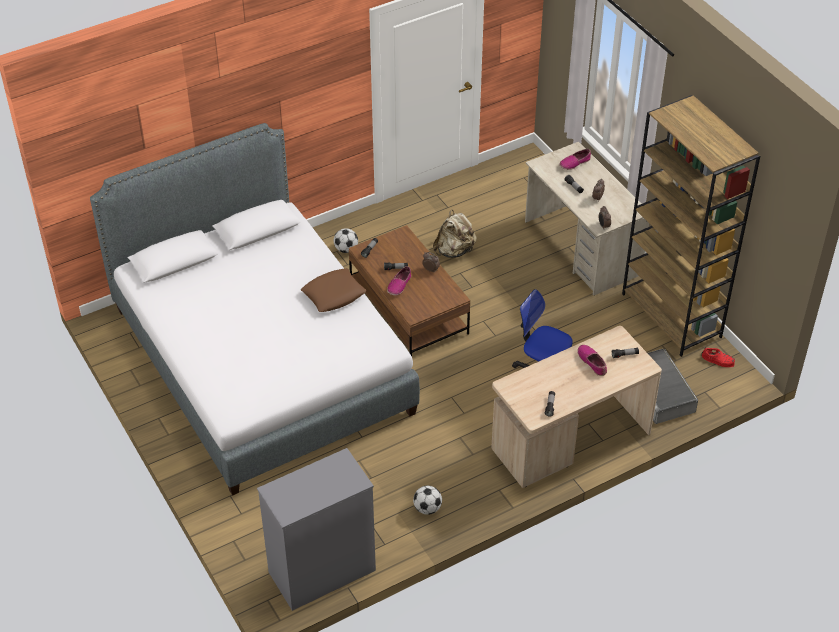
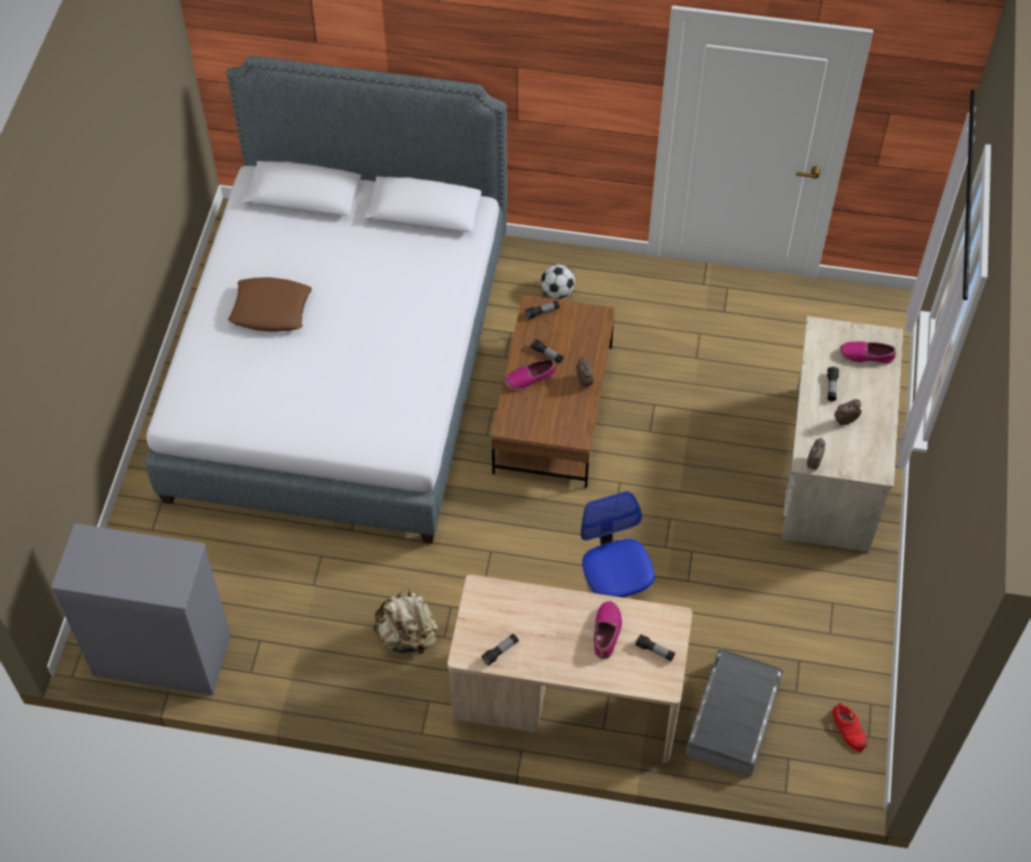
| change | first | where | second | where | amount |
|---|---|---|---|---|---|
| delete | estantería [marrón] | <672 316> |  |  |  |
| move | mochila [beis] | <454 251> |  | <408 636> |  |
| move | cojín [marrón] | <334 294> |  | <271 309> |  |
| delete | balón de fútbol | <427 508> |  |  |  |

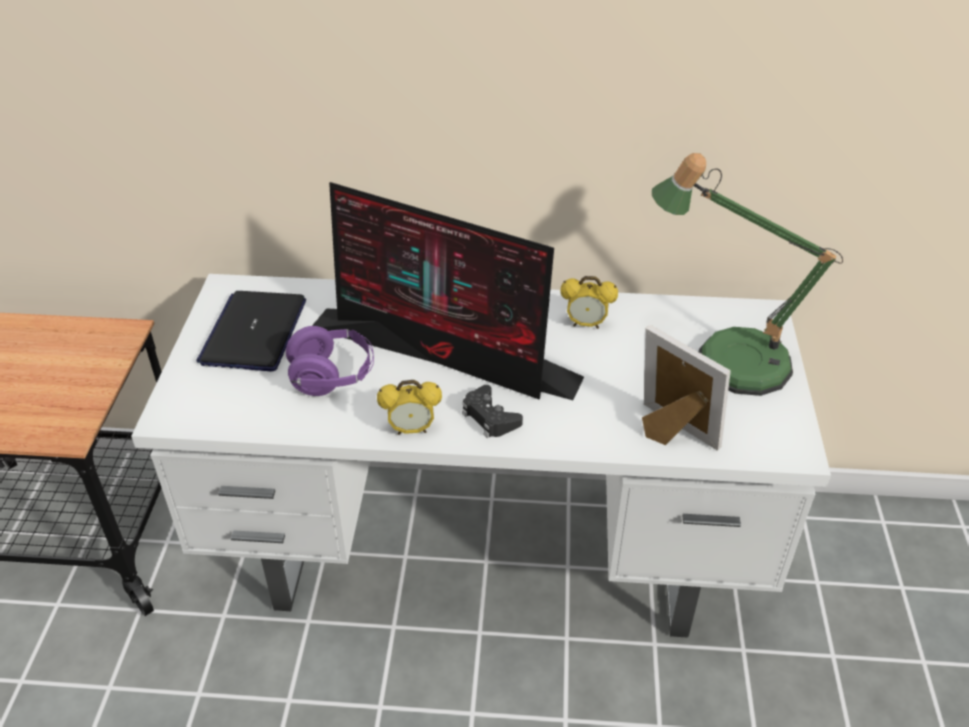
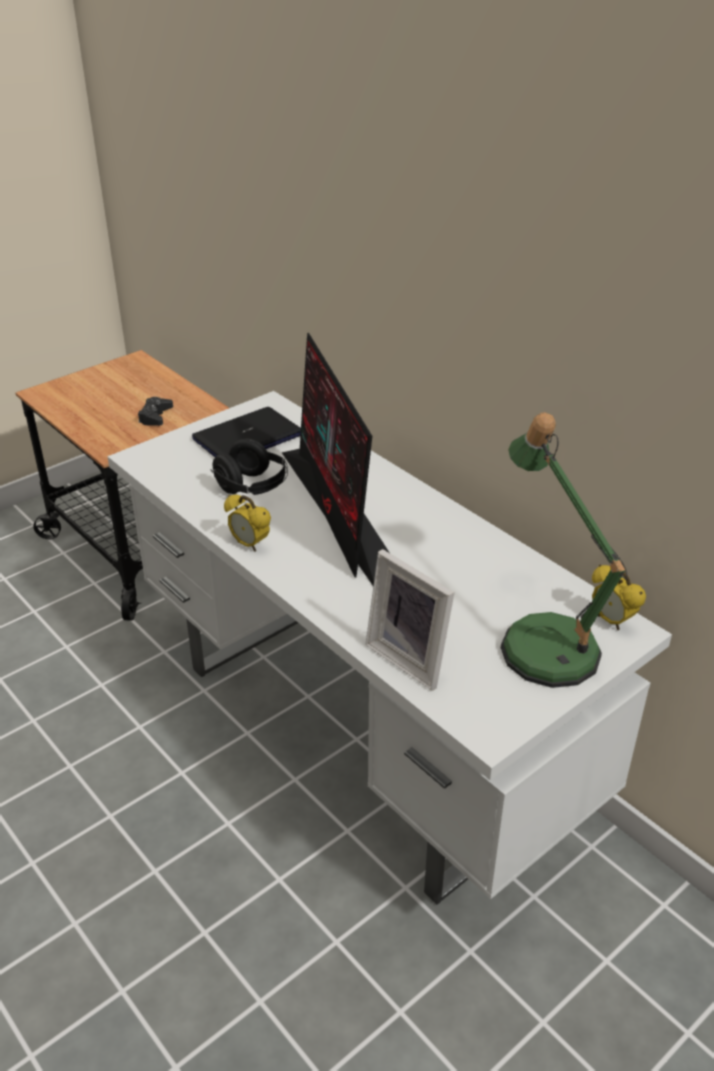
| change | first | where | second | where | amount |
|---|---|---|---|---|---|
| move | despertador | <586 324> |  | <611 621> |  |
| rotate | portarretratos | <671 434> |  | <411 657> | 135 degrees clockwise |
| recolor | auriculares [morado] | <333 377> | auriculares [negro] | <252 487> |  |
| move | mando de consola [negro] | <490 417> |  | <155 416> |  |

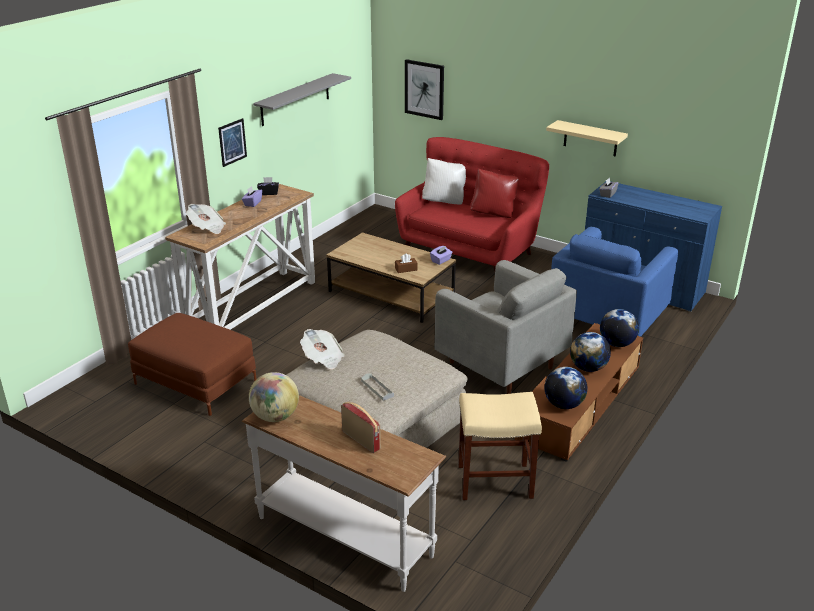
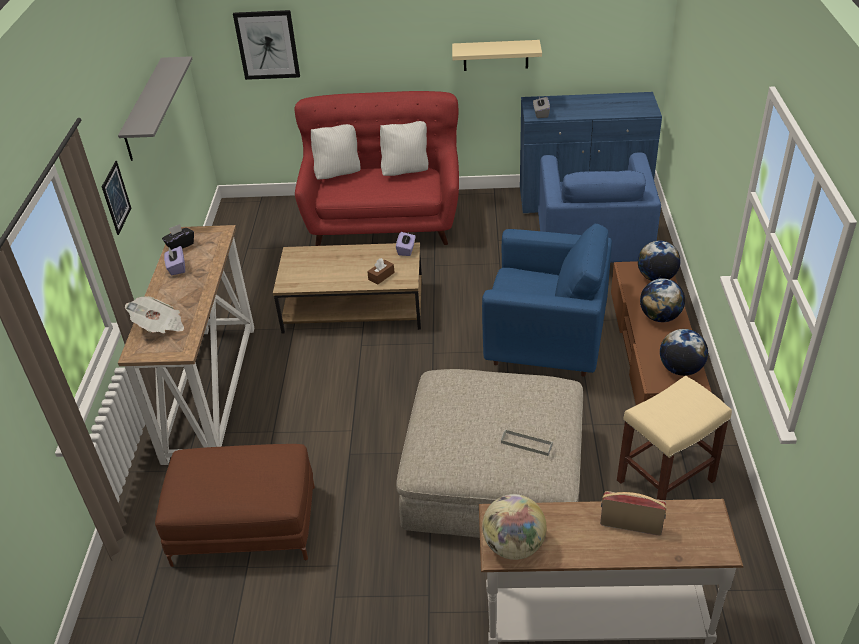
| change | first | where | second | where | amount |
|---|---|---|---|---|---|
| recolor | cojín [rojo] | <494 214> | cojín [blanco] | <405 171> |  |
| recolor | sillón [gris] | <501 366> | sillón [azul] | <546 345> |  |
| delete | periódico | <323 358> |  |  |  |

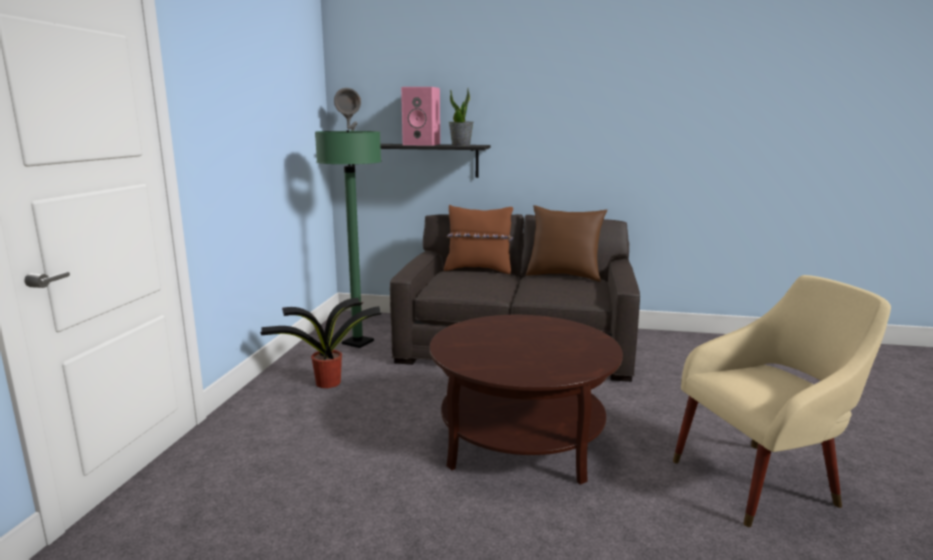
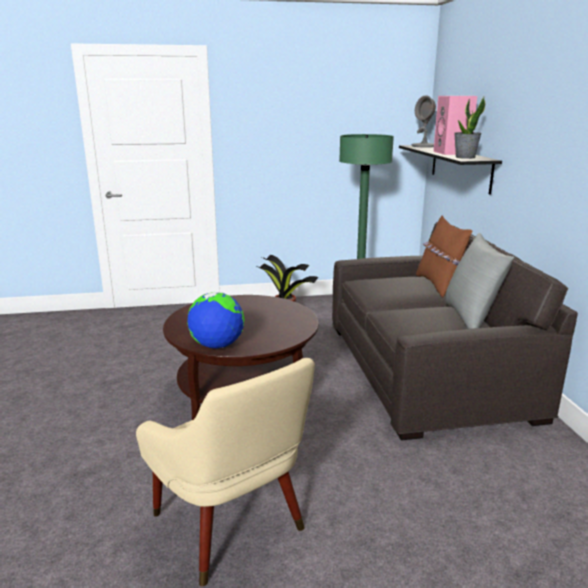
| change | first | where | second | where | amount |
|---|---|---|---|---|---|
| recolor | cojín [marrón] | <564 275> | cojín [gris] | <471 318> |  |
| insert |  |  | globo terráqueo | <217 345> |  |

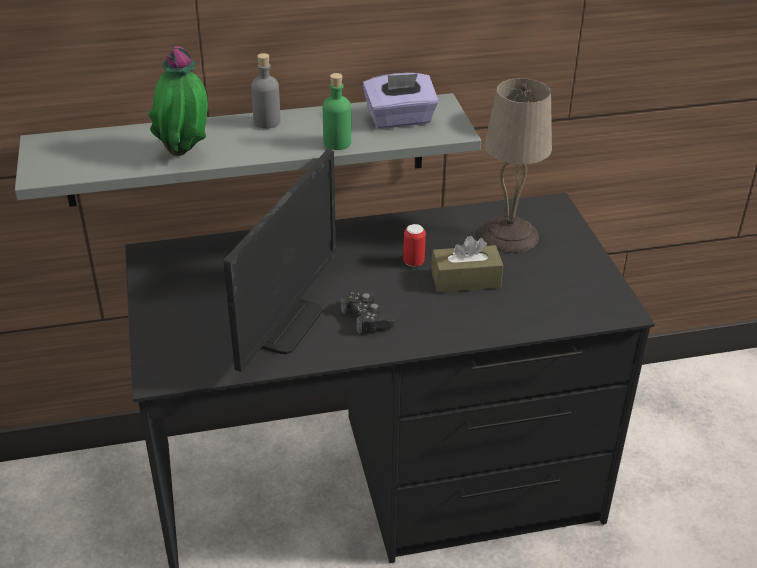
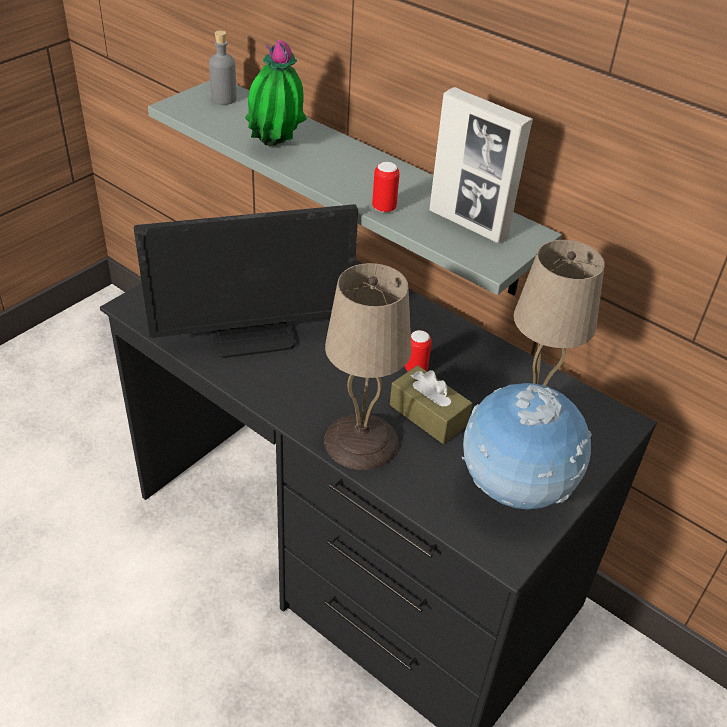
| change | first | where | second | where | amount |
|---|---|---|---|---|---|
| move | botella [gris] | <267 122> |  | <224 99> |  |
| replace | botella [verde] | <337 143> | lata | <384 208> |  |
| replace | caja de pañuelos [morado] | <400 120> | portarretratos | <468 224> |  |
| delete | mando de consola [negro] | <366 317> |  |  |  |
| insert |  |  | lámpara de mesa [beis] | <361 440> |  |
| insert |  |  | globo terráqueo | <514 490> |  |

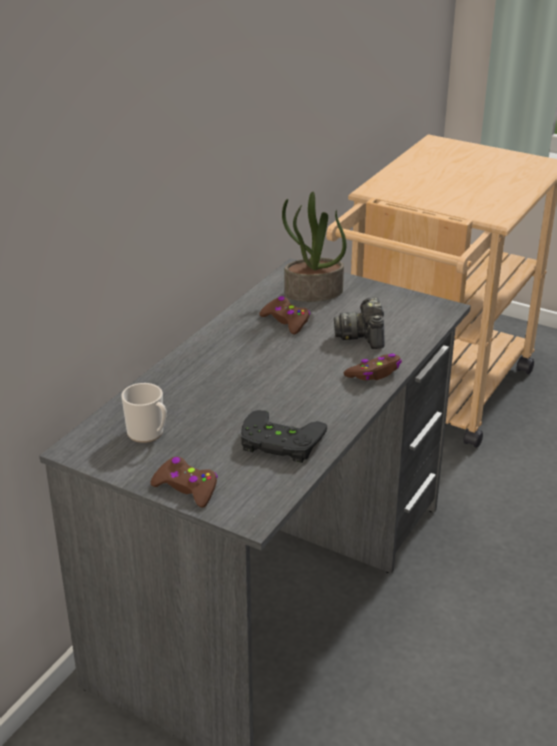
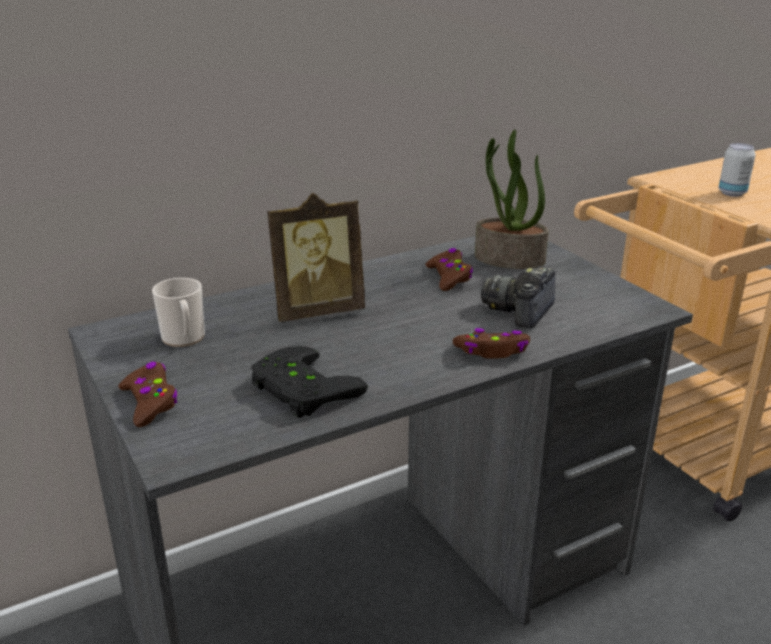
| change | first | where | second | where | amount |
|---|---|---|---|---|---|
| insert |  |  | lata | <732 193> |  |
| insert |  |  | portarretratos | <317 310> |  |

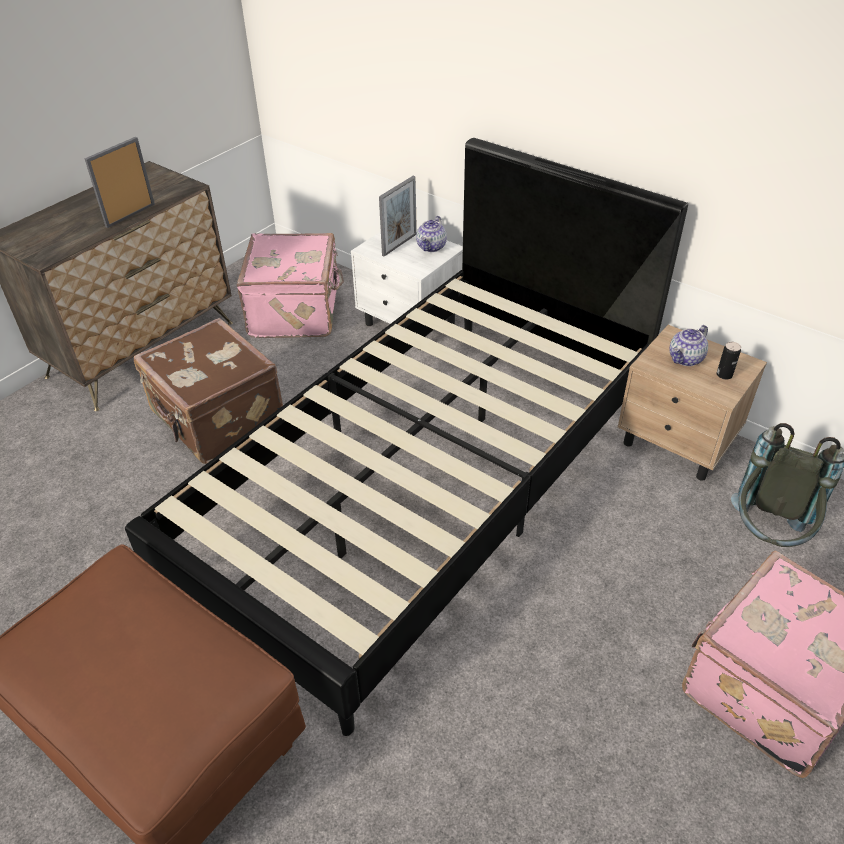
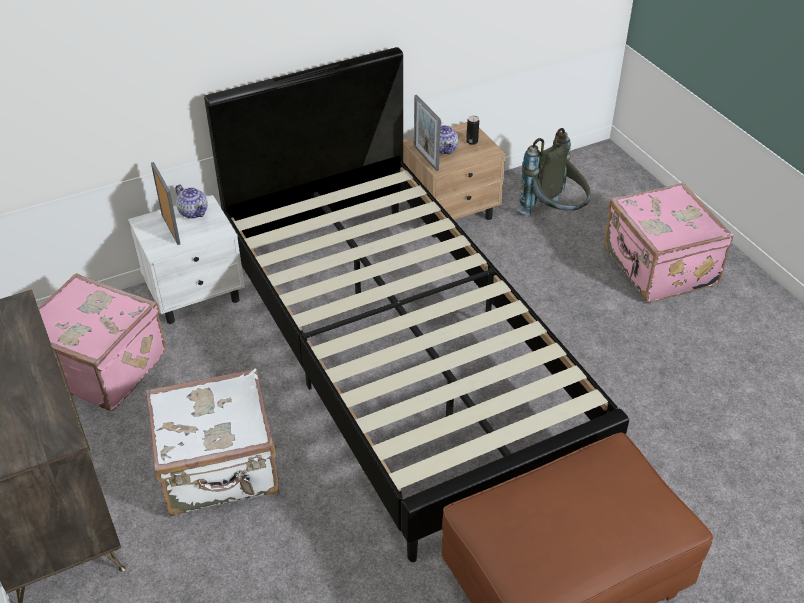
| change | first | where | second | where | amount |
|---|---|---|---|---|---|
| move | portarretratos | <130 215> |  | <426 158> |  |
| recolor | maleta [marrón] | <216 419> | maleta [blanco] | <220 469> |  |

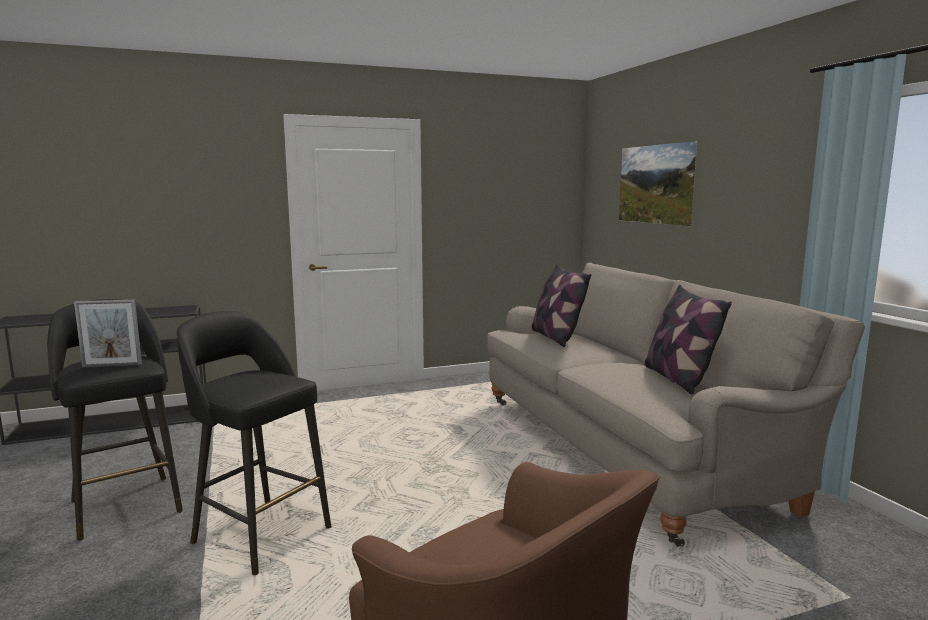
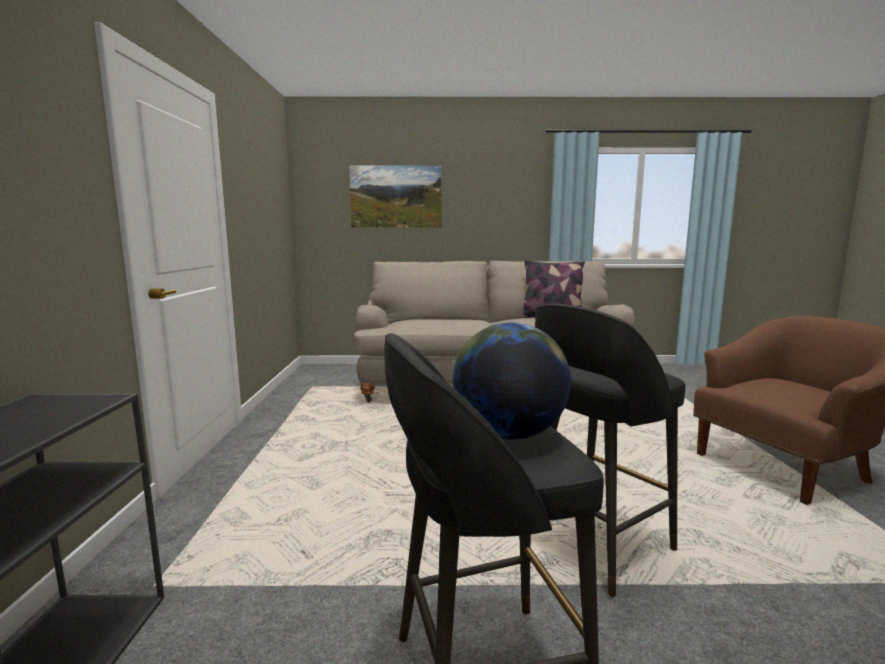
| change | first | where | second | where | amount |
|---|---|---|---|---|---|
| delete | cojín | <556 337> |  |  |  |
| replace | portarretratos | <112 365> | globo terráqueo | <508 434> |  |

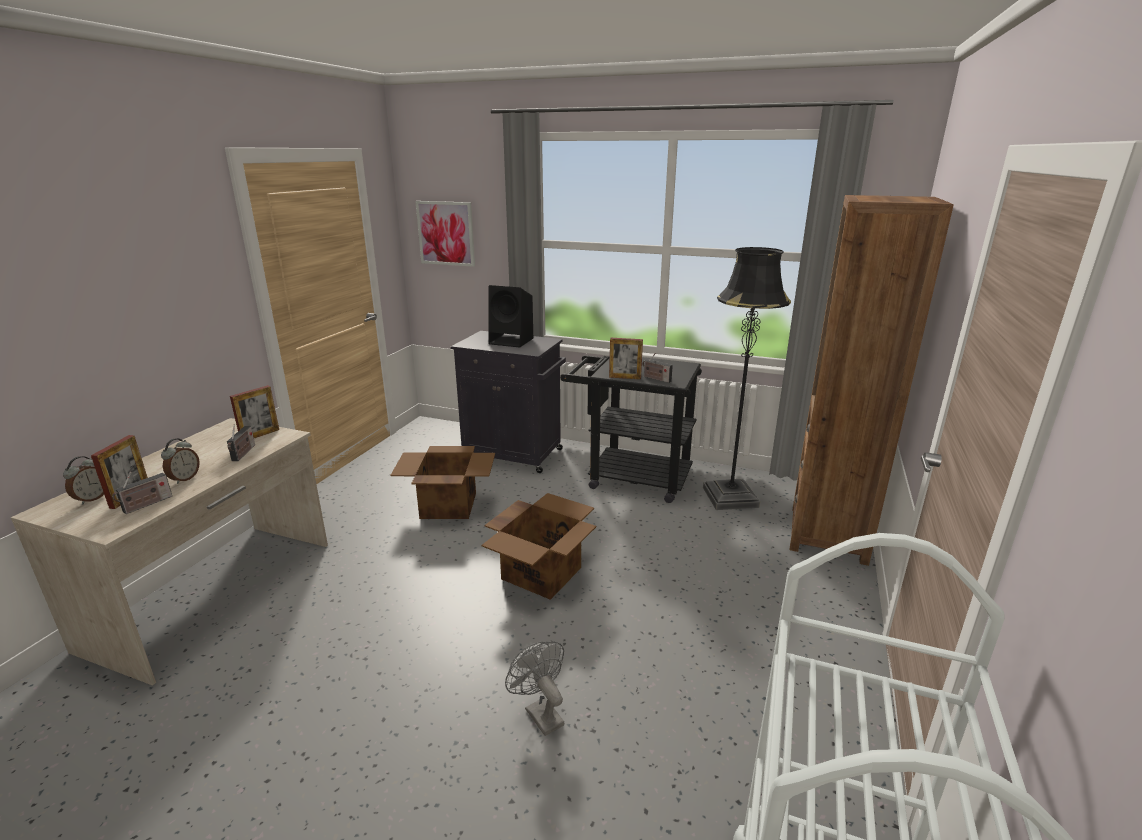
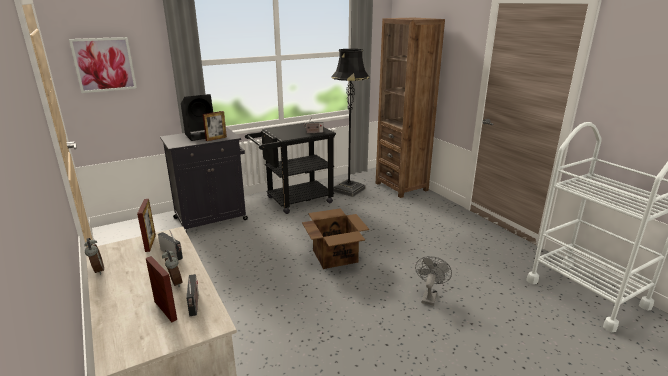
| change | first | where | second | where | amount |
|---|---|---|---|---|---|
| move | portarretratos | <625 377> |  | <216 139> |  |
| delete | caja de cartón | <447 505> |  |  |  |
| move | despertador | <92 498> |  | <97 270> |  |
| rotate | ventilador [gris] | <540 713> |  | <429 296> | 105 degrees clockwise |

